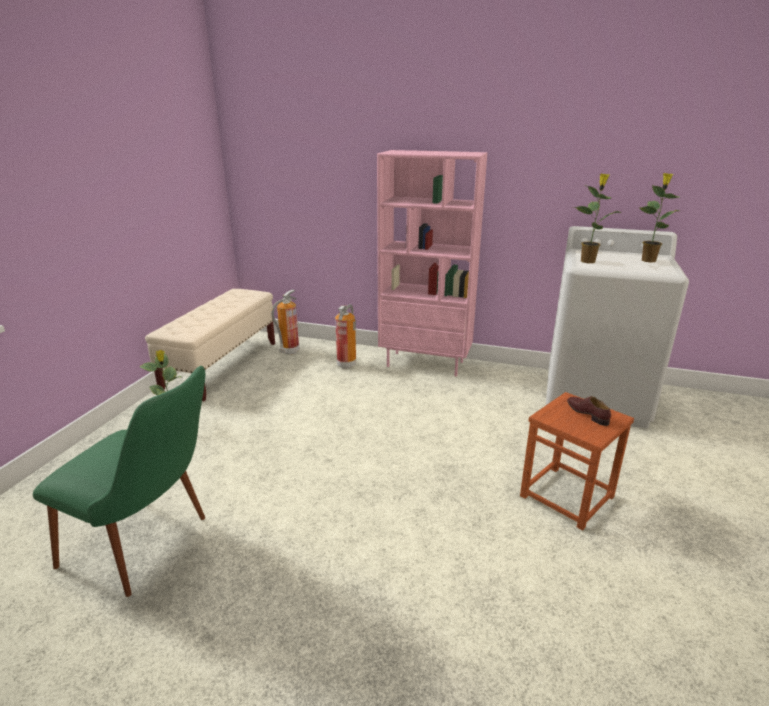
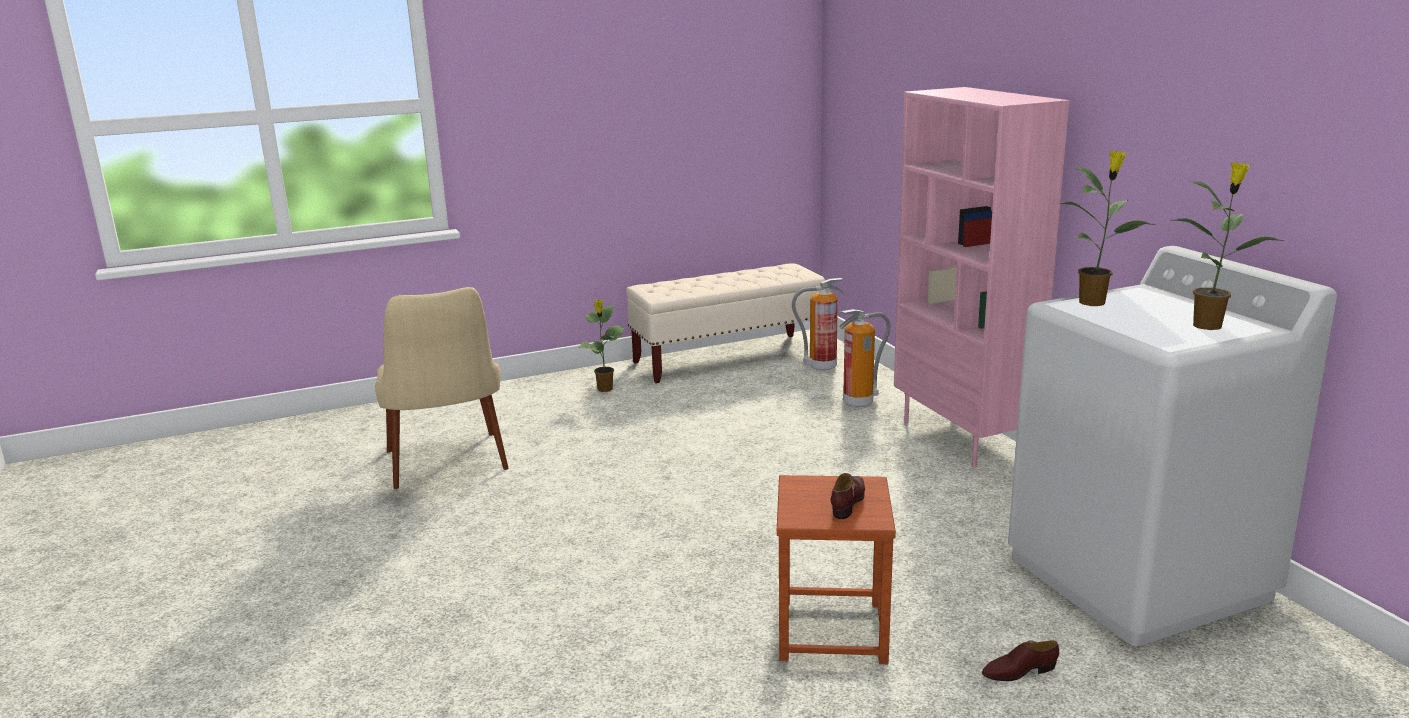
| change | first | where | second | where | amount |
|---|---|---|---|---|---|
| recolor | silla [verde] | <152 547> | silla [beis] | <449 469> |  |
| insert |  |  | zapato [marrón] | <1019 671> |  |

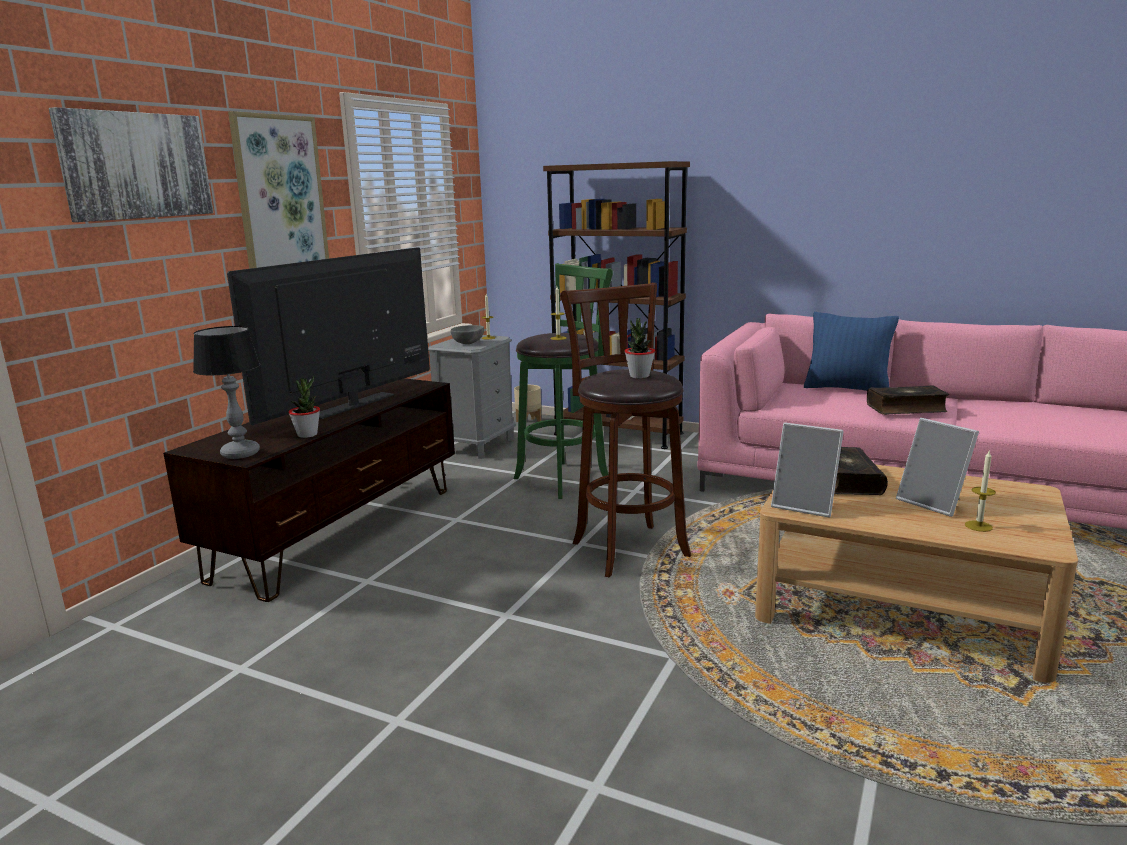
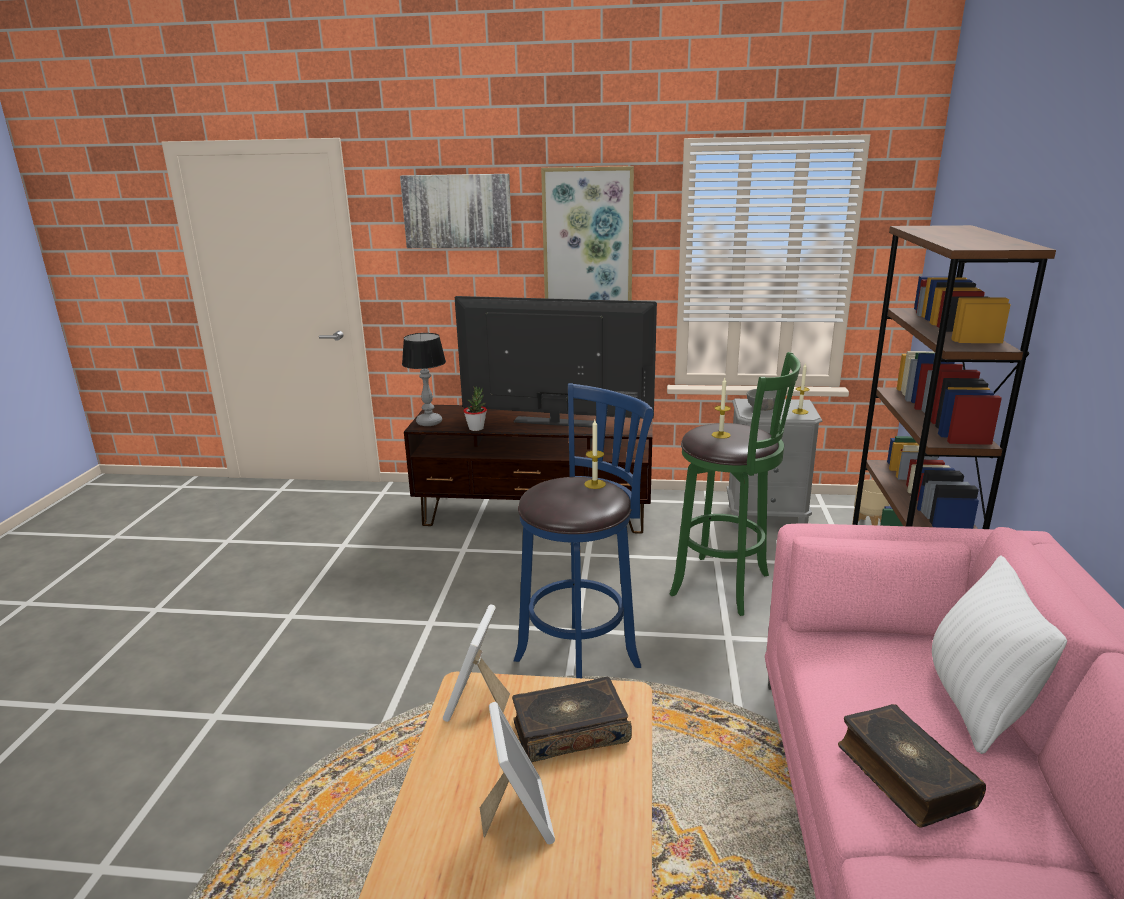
| change | first | where | second | where | amount |
|---|---|---|---|---|---|
| recolor | taburete [marrón] | <627 547> | taburete [azul] | <582 660> |  |
| recolor | cojín [azul] | <847 389> | cojín [blanco] | <976 703> |  |
| delete | planta en maceta | <639 376> |  |  |  |
| rotate | portarretratos | <934 503> |  | <517 815> | 135 degrees clockwise |
| move | vela | <978 526> |  | <595 484> |  |

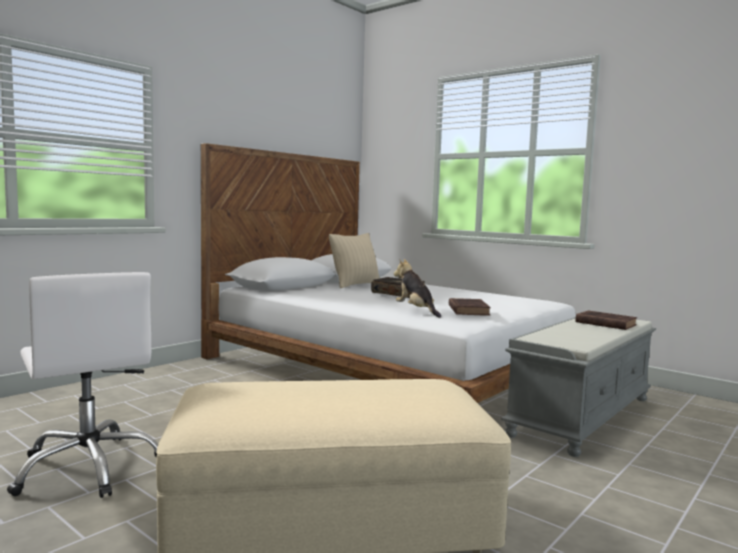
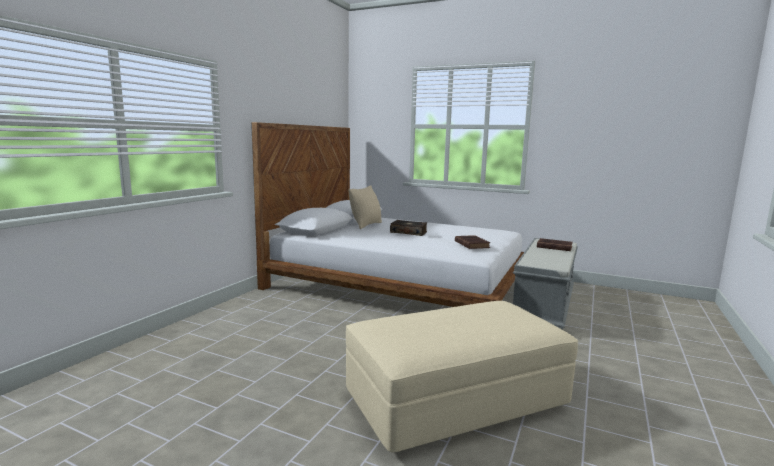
| change | first | where | second | where | amount |
|---|---|---|---|---|---|
| delete | peluche | <416 311> |  |  |  |
| delete | silla de oficina [blanco] | <89 467> |  |  |  |

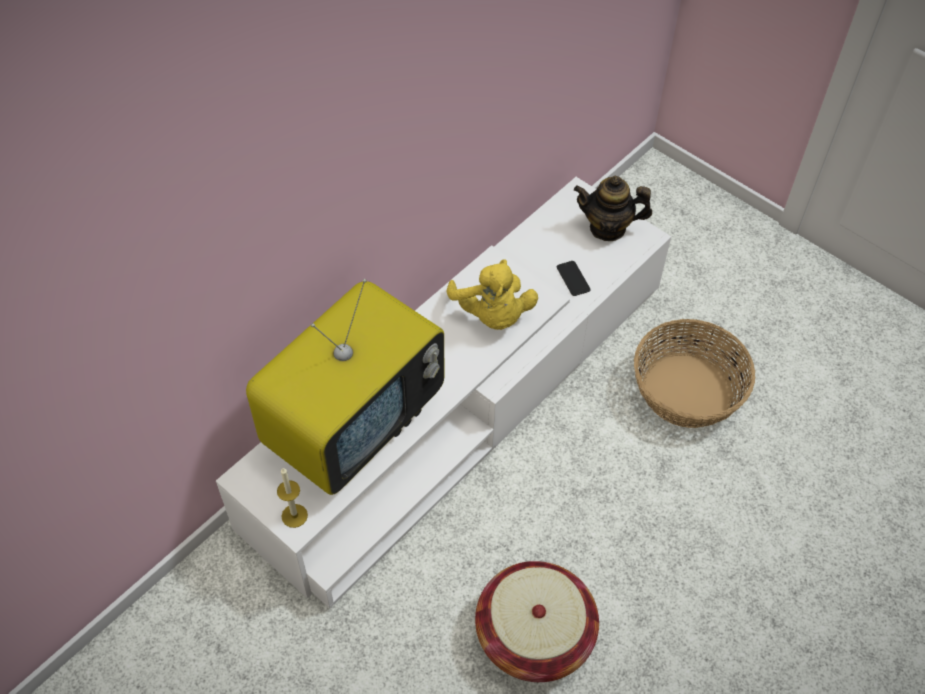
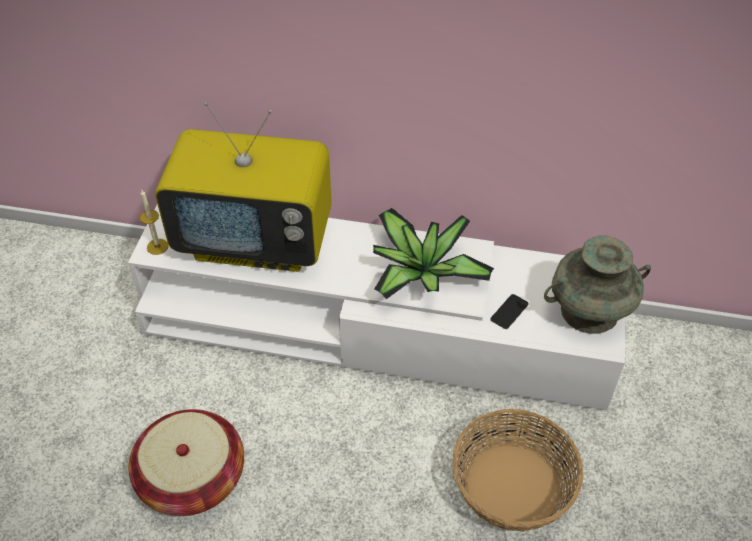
| change | first | where | second | where | amount |
|---|---|---|---|---|---|
| replace | tetera | <608 228> | florero [turquesa] | <589 311> |  |
| replace | peluche [amarillo] | <492 315> | planta en maceta | <422 274> |  |

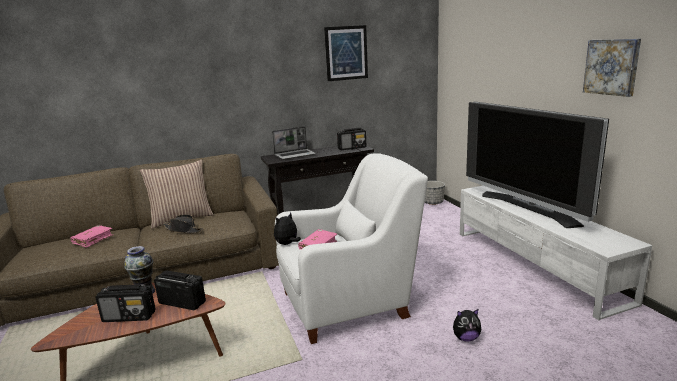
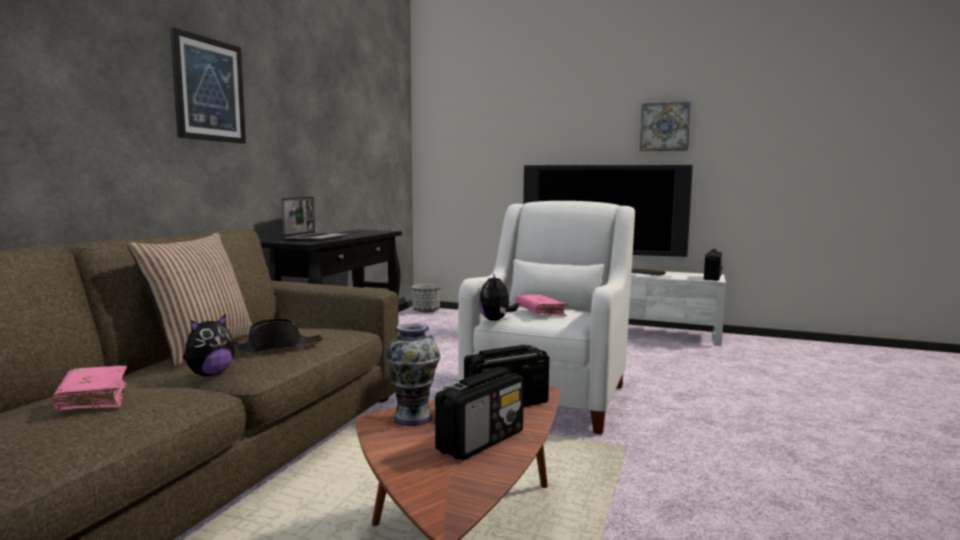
| change | first | where | second | where | amount |
|---|---|---|---|---|---|
| move | cuadro | <346 53> |  | <209 90> |  |
| move | radio | <352 148> |  | <712 277> |  |
| move | peluche | <466 338> |  | <210 374> |  |

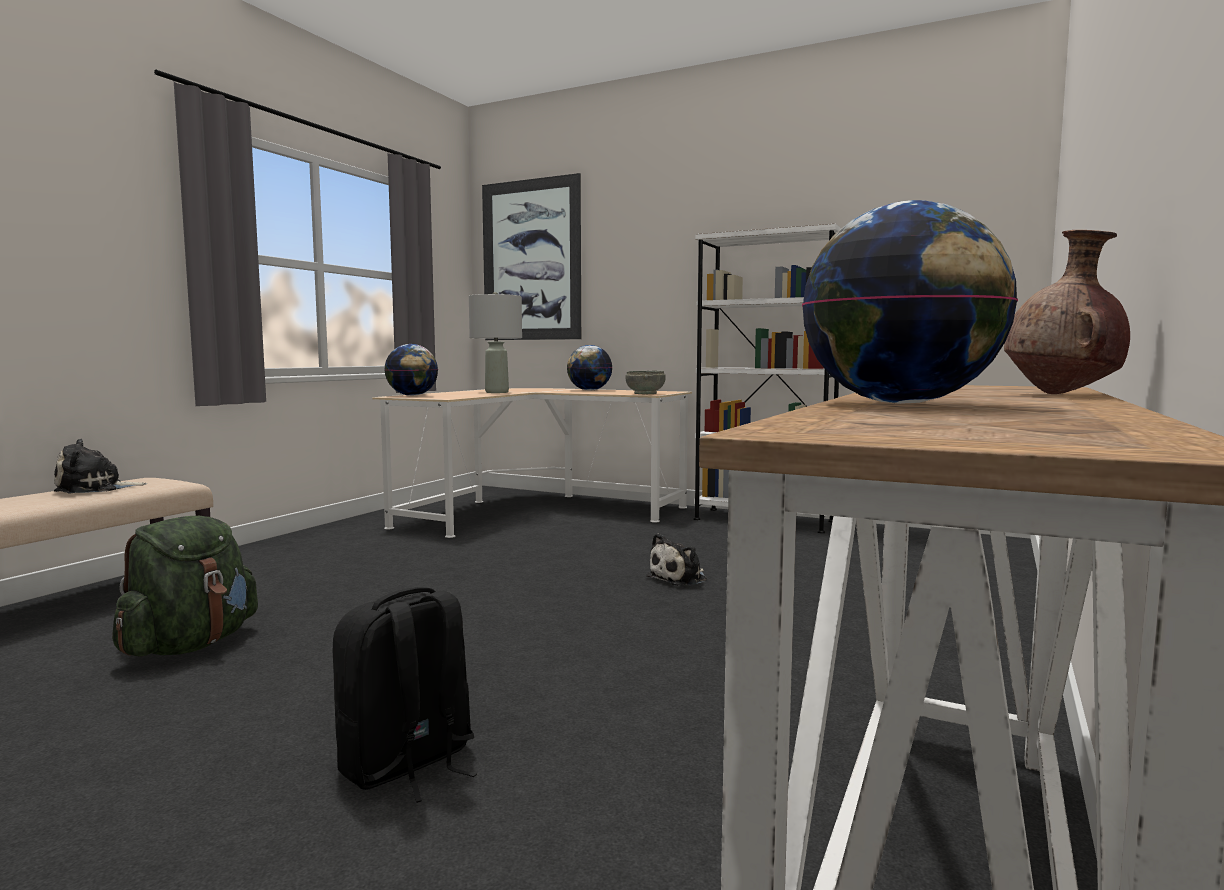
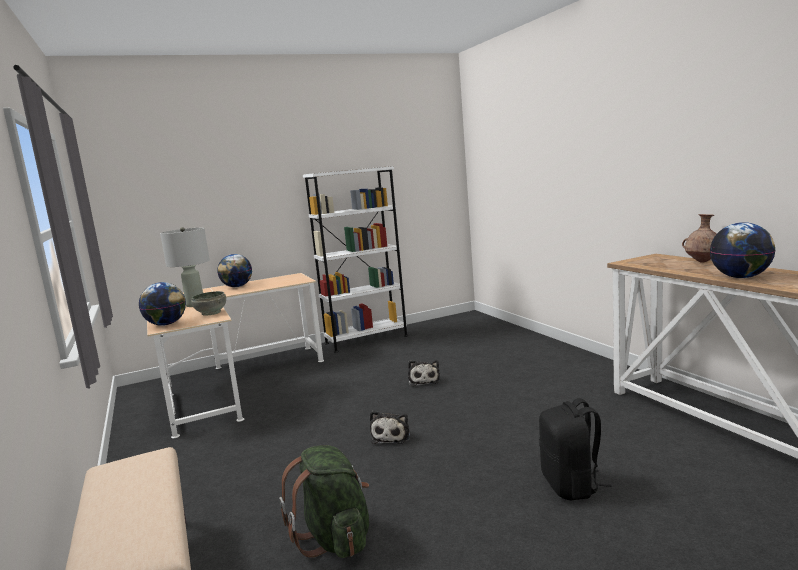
| change | first | where | second | where | amount |
|---|---|---|---|---|---|
| delete | cuadro | <531 260> |  |  |  |
| move | cuenco [gris] | <646 393> |  | <211 313> |  |
| move | peluche | <94 488> |  | <392 436> |  |

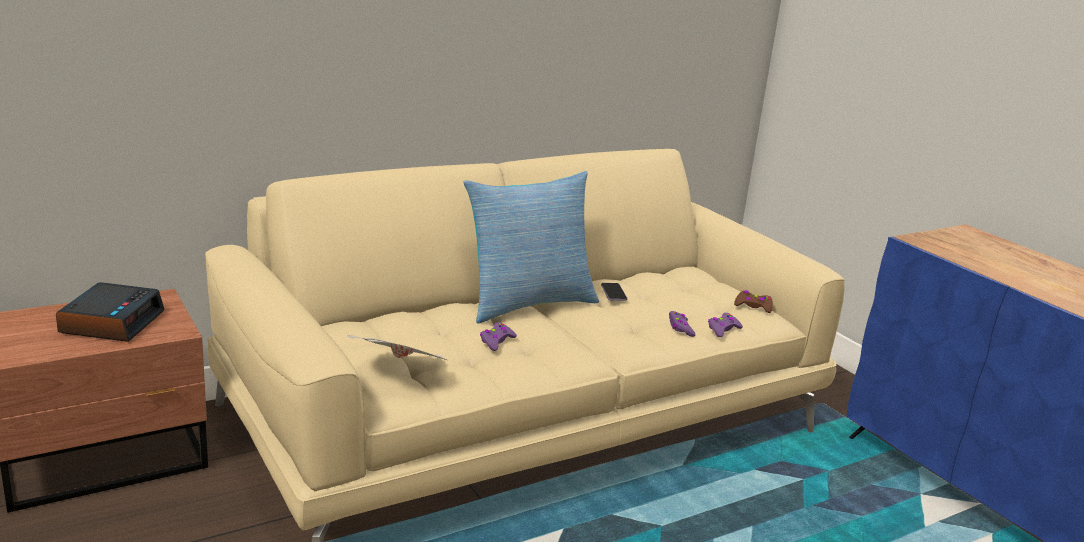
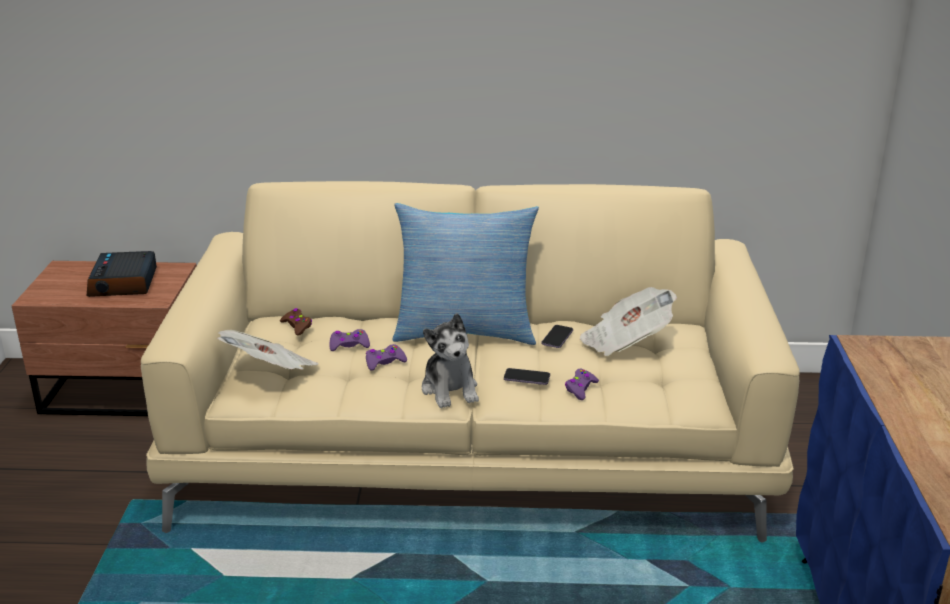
| change | first | where | second | where | amount |
|---|---|---|---|---|---|
| rotate | despertador | <112 322> |  | <124 283> | 135 degrees clockwise |
| move | mando de consola [marrón] | <753 306> |  | <297 326> |  |
| move | mando de consola [morado] | <723 329> |  | <349 345> |  |
| insert |  |  | periódico | <625 342> |  |
| insert |  |  | peluche | <450 389> |  |
| insert |  |  | móvil | <526 378> |  |

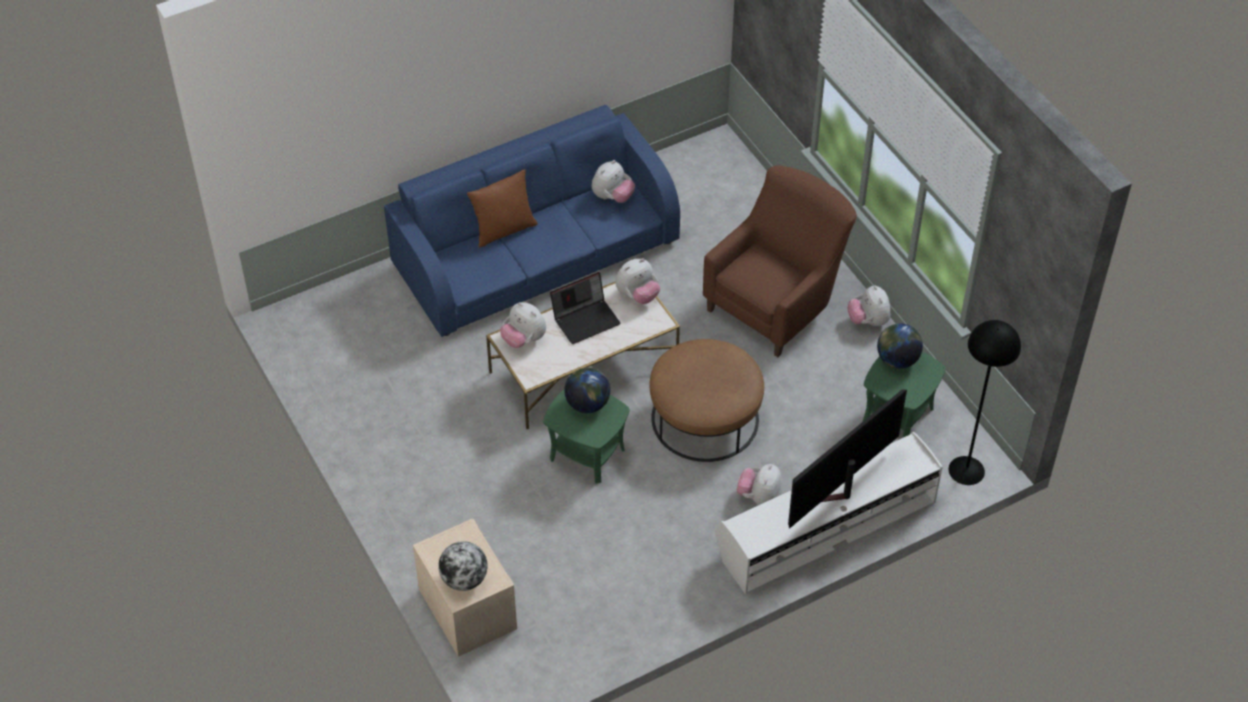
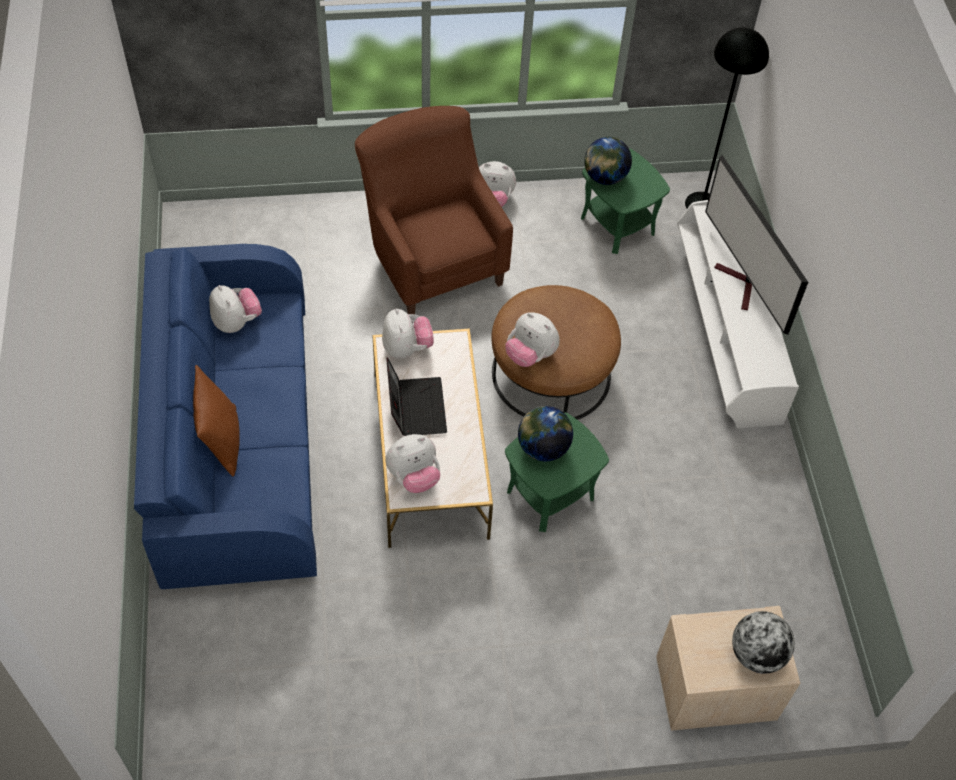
| change | first | where | second | where | amount |
|---|---|---|---|---|---|
| move | peluche | <759 497> |  | <530 355> |  |

